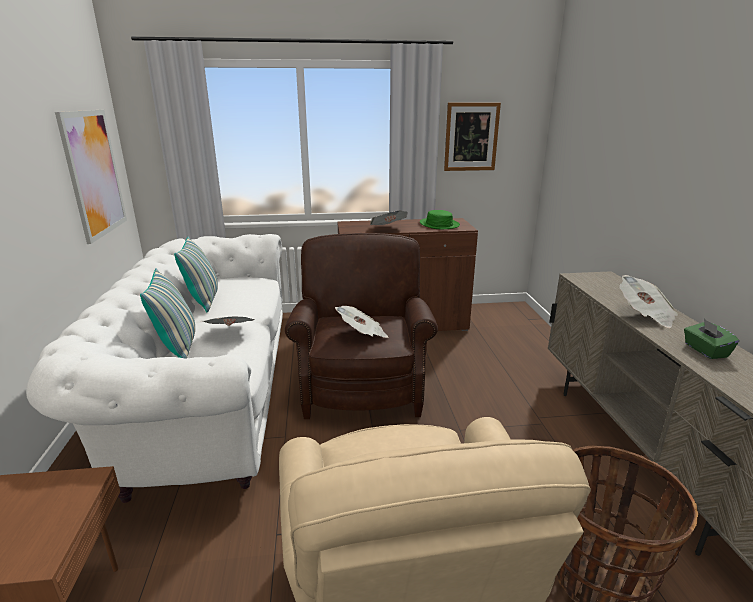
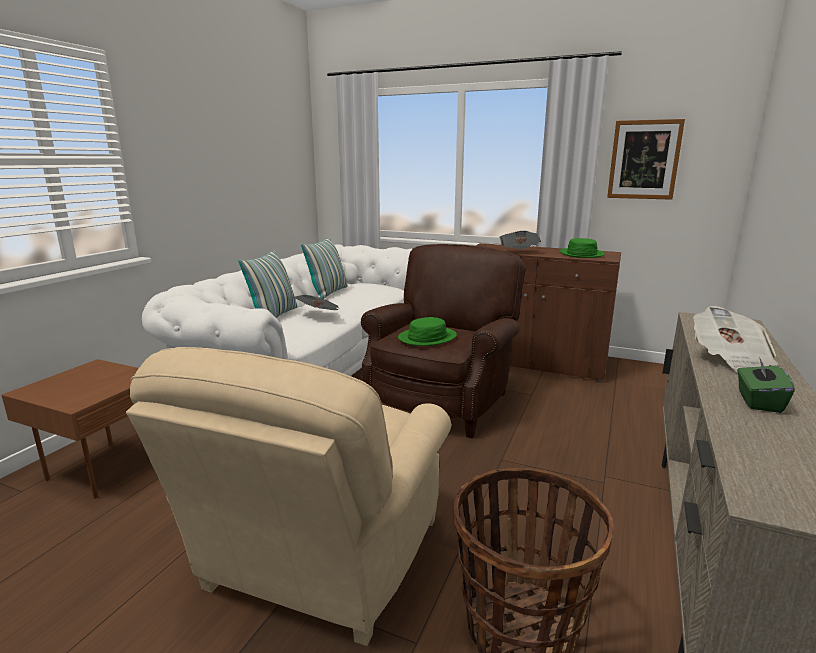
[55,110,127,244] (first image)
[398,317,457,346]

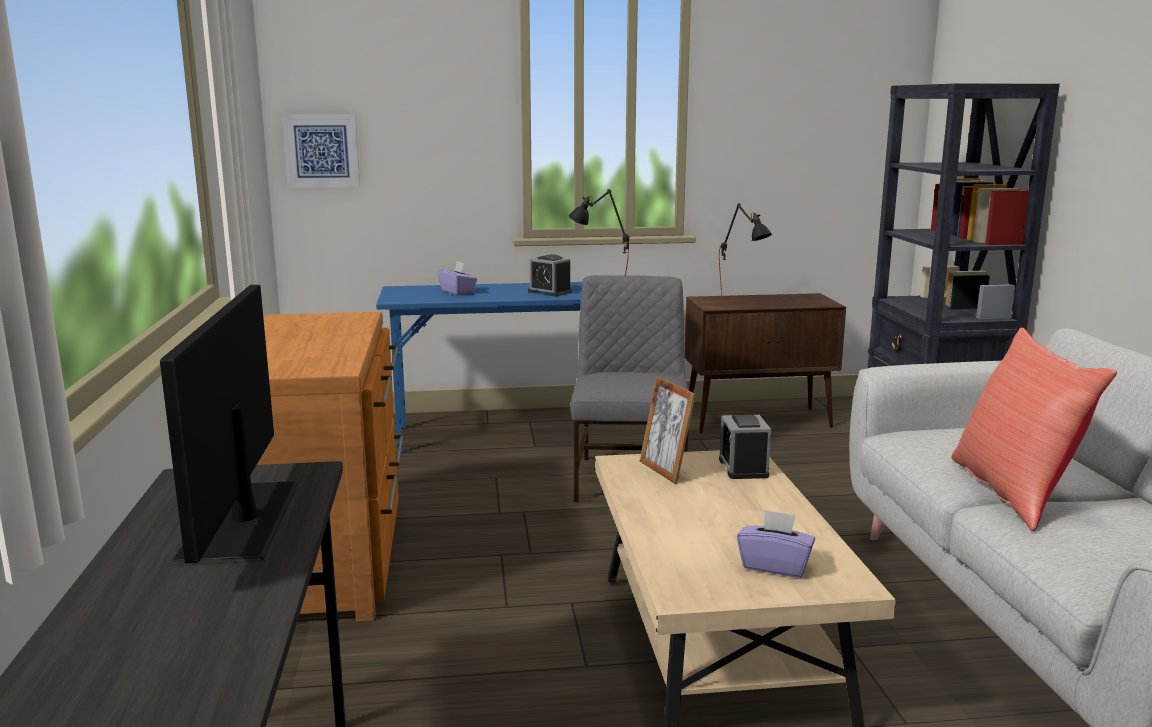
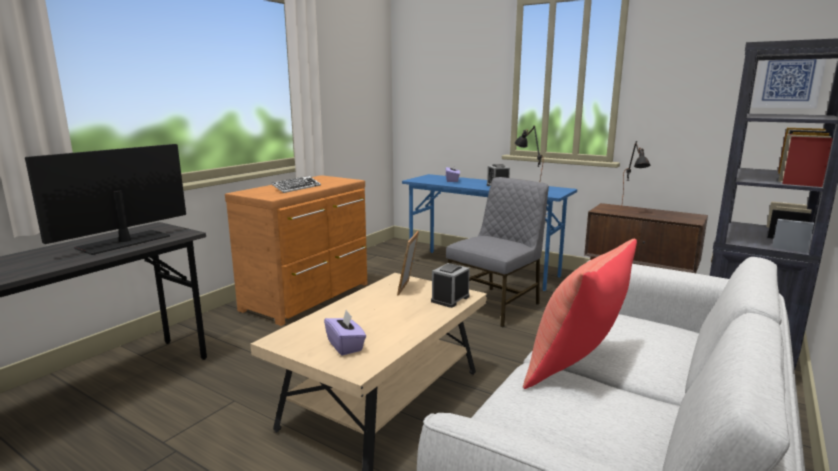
[271,176,321,193]
[752,59,826,109]

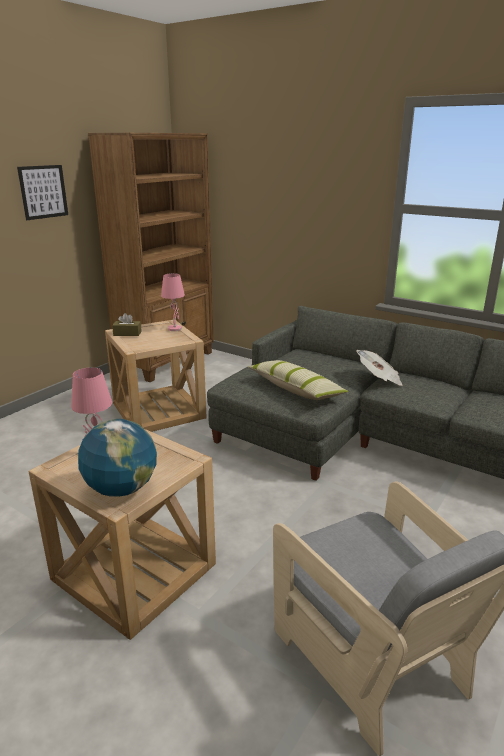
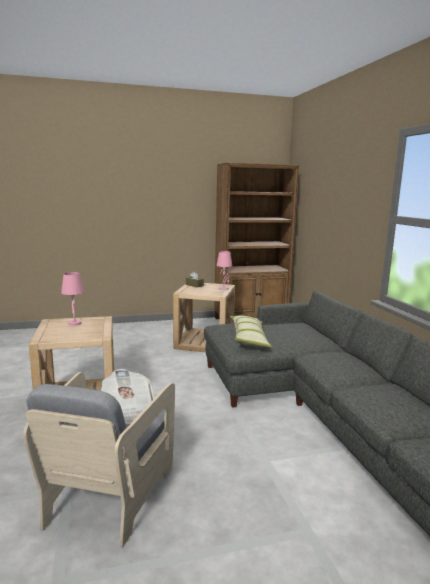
[17,165,68,220] (first image)
[78,419,157,497] (first image)
[101,369,154,424]

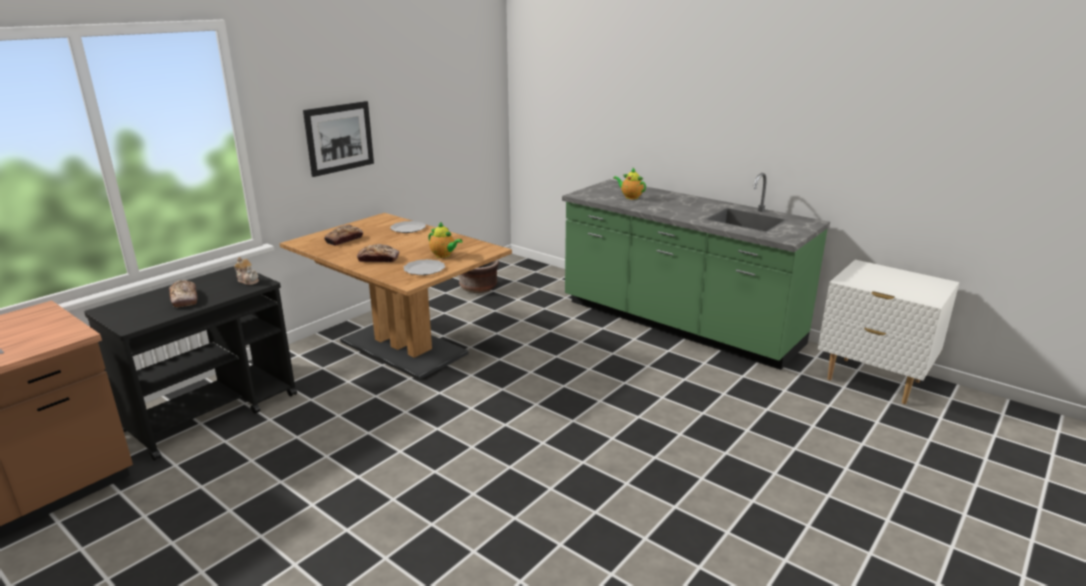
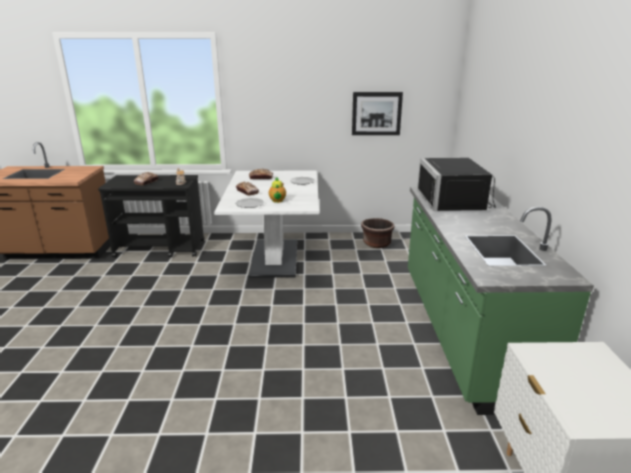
[352,92,403,135]
[417,158,496,211]
[214,170,319,278]

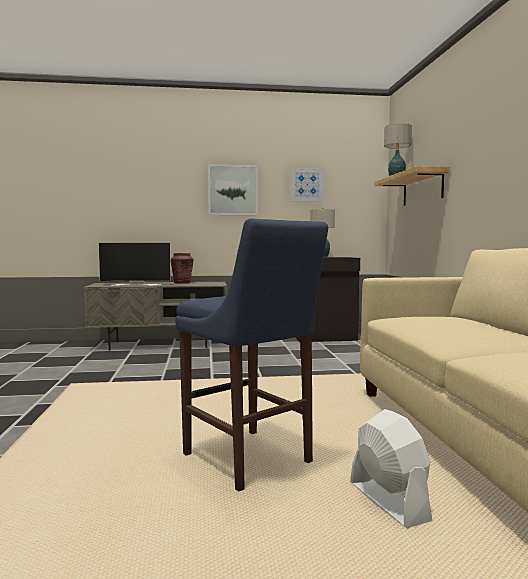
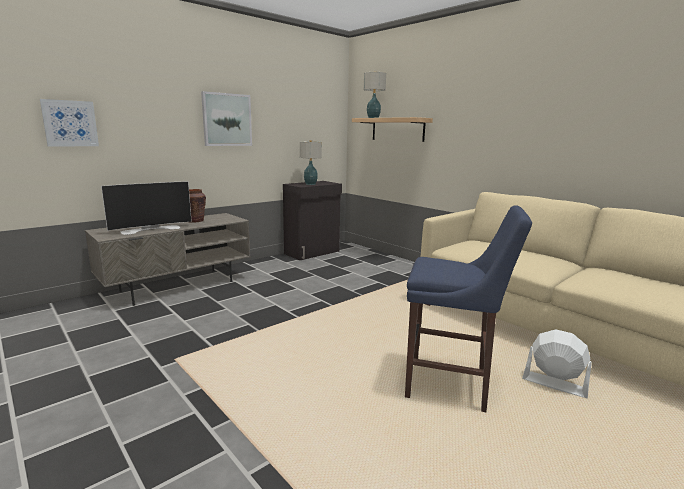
[40,99,99,147]

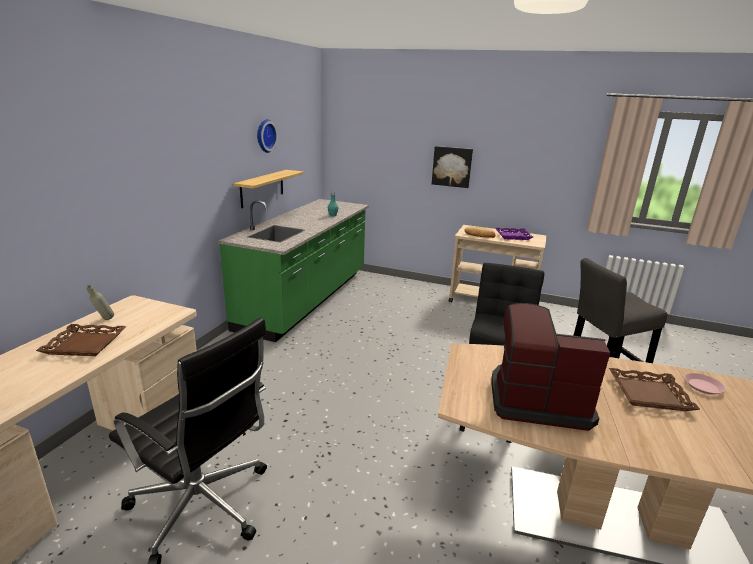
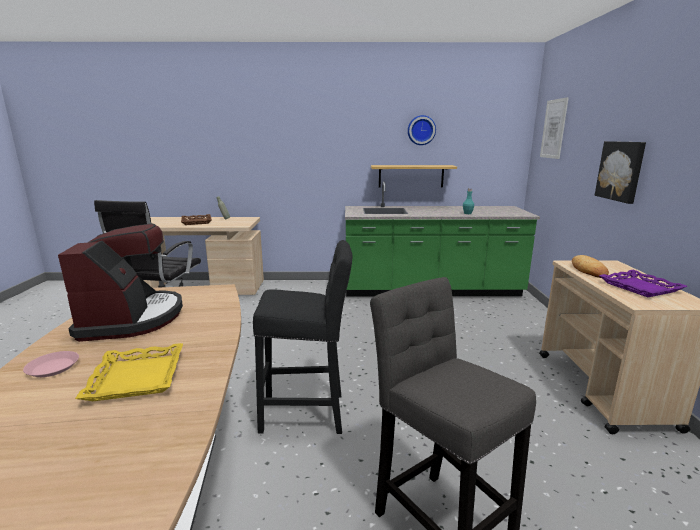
[540,97,569,159]
[23,351,79,377]
[75,343,183,401]

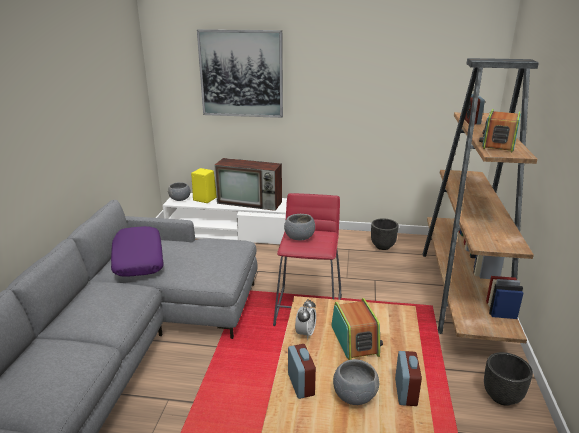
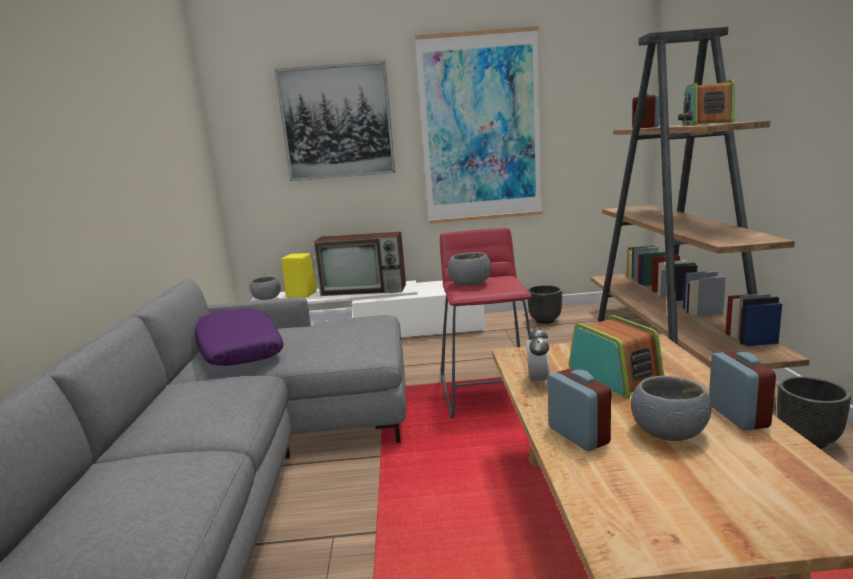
[415,26,543,224]

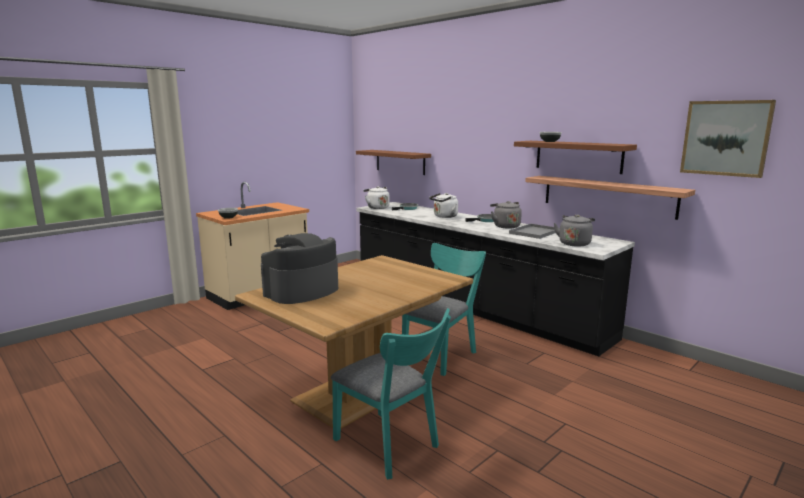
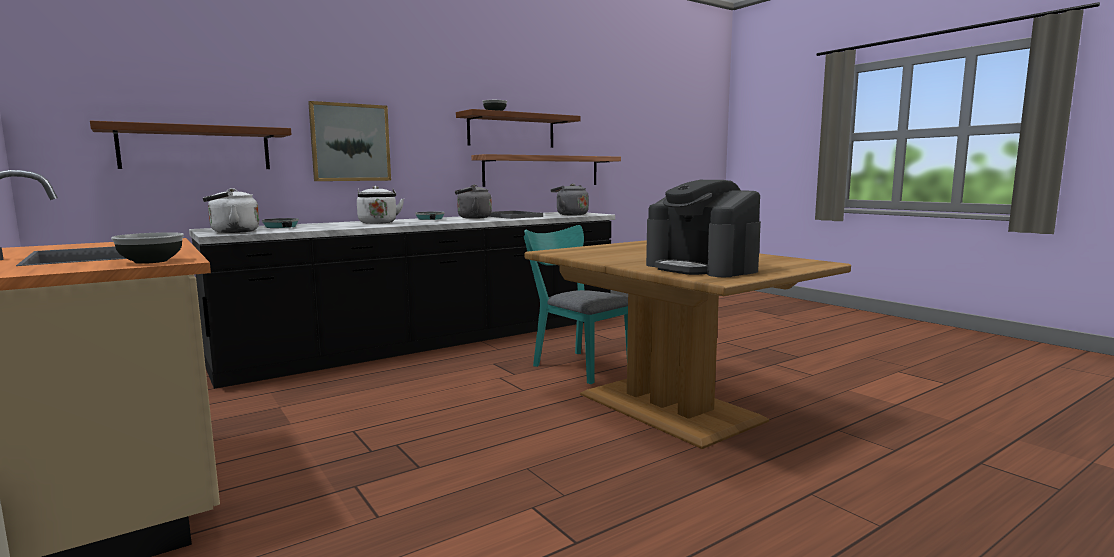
[331,308,451,480] (first image)
[308,101,391,181]

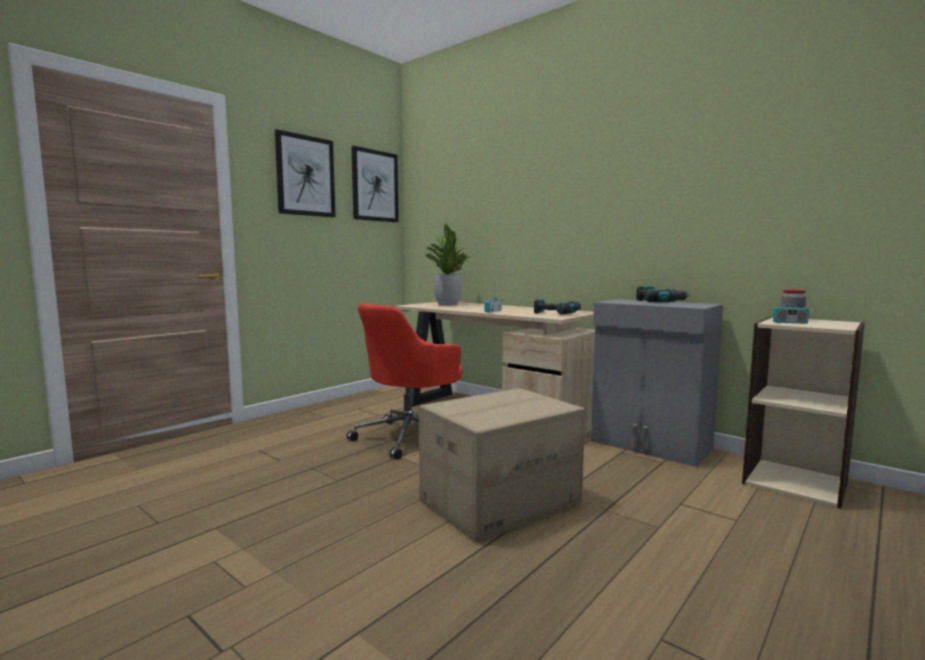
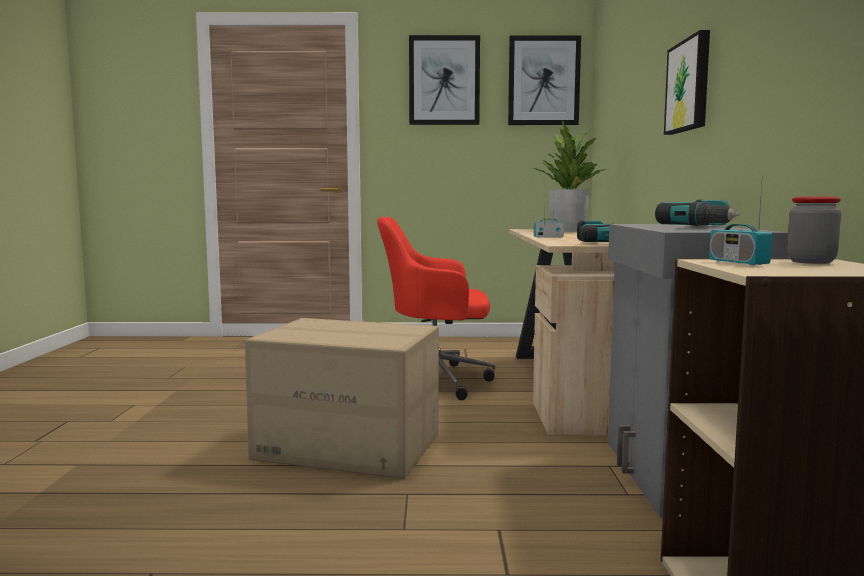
[664,30,710,135]

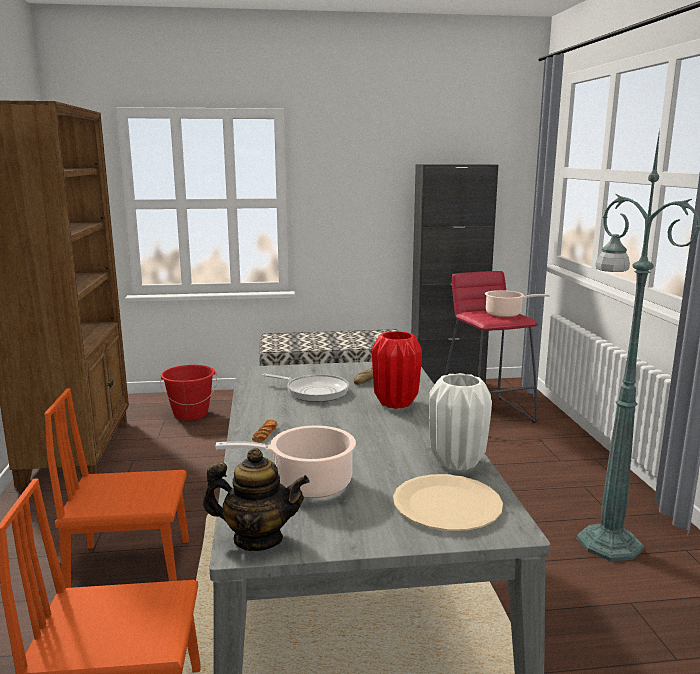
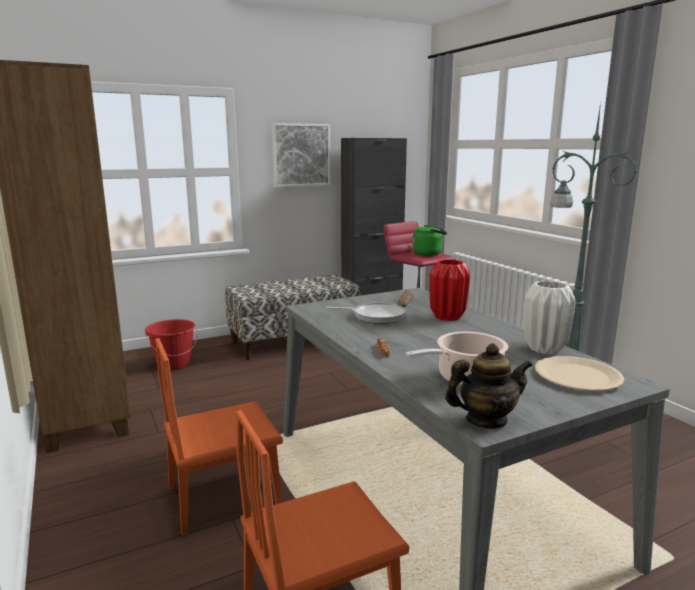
[272,123,331,187]
[412,225,447,256]

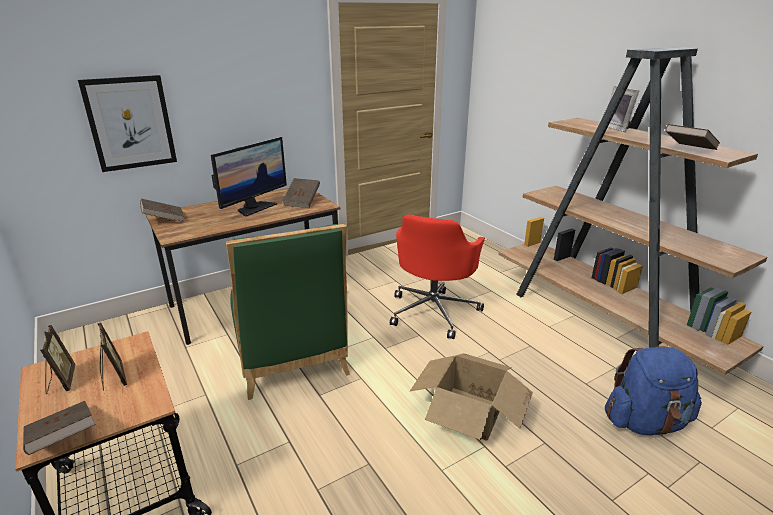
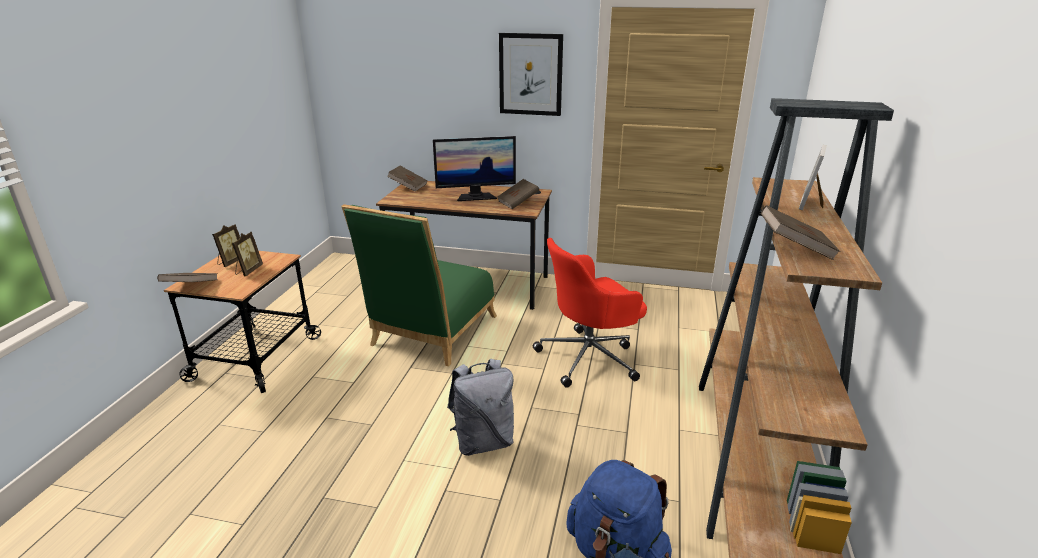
[499,33,563,116]
[447,359,514,456]

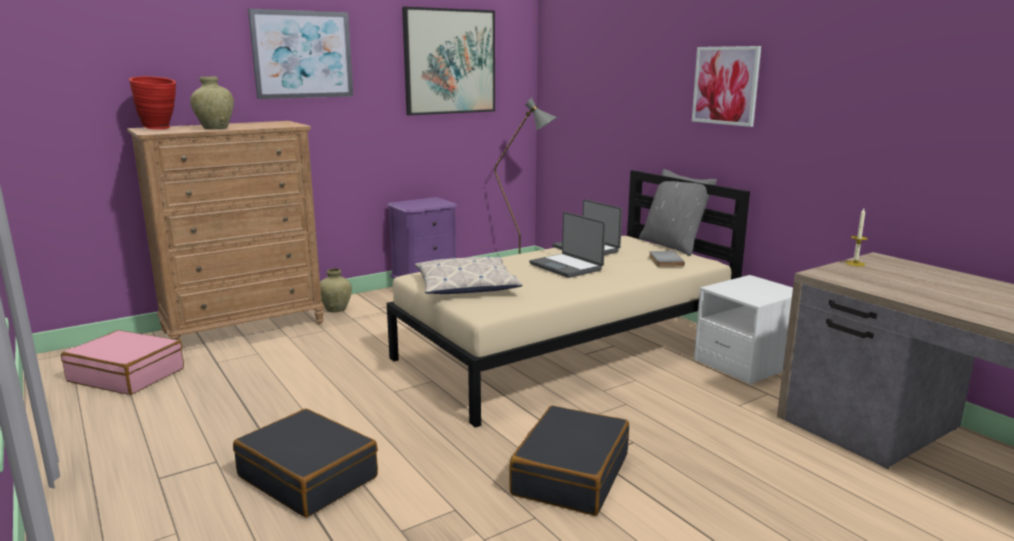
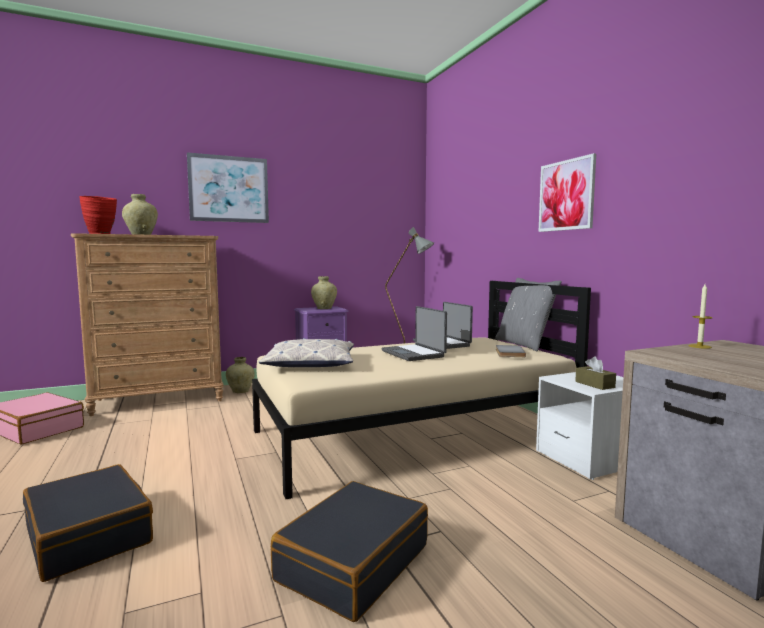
[402,7,495,115] (first image)
[311,276,337,309]
[575,357,616,390]

